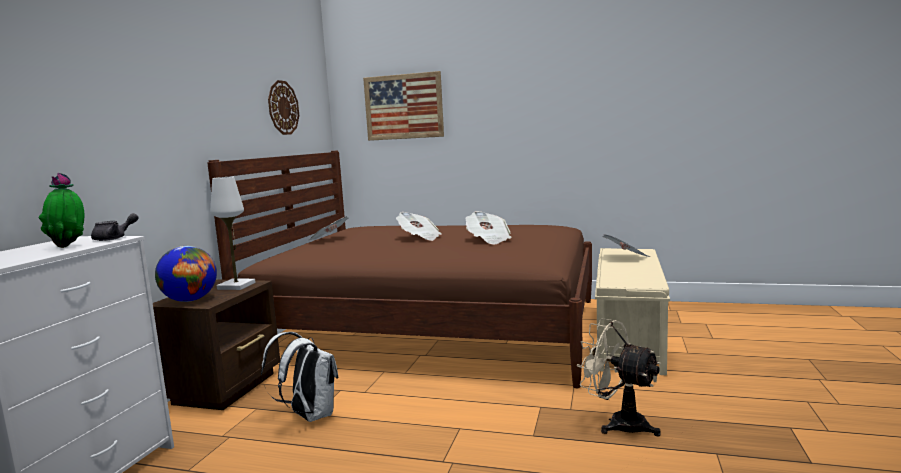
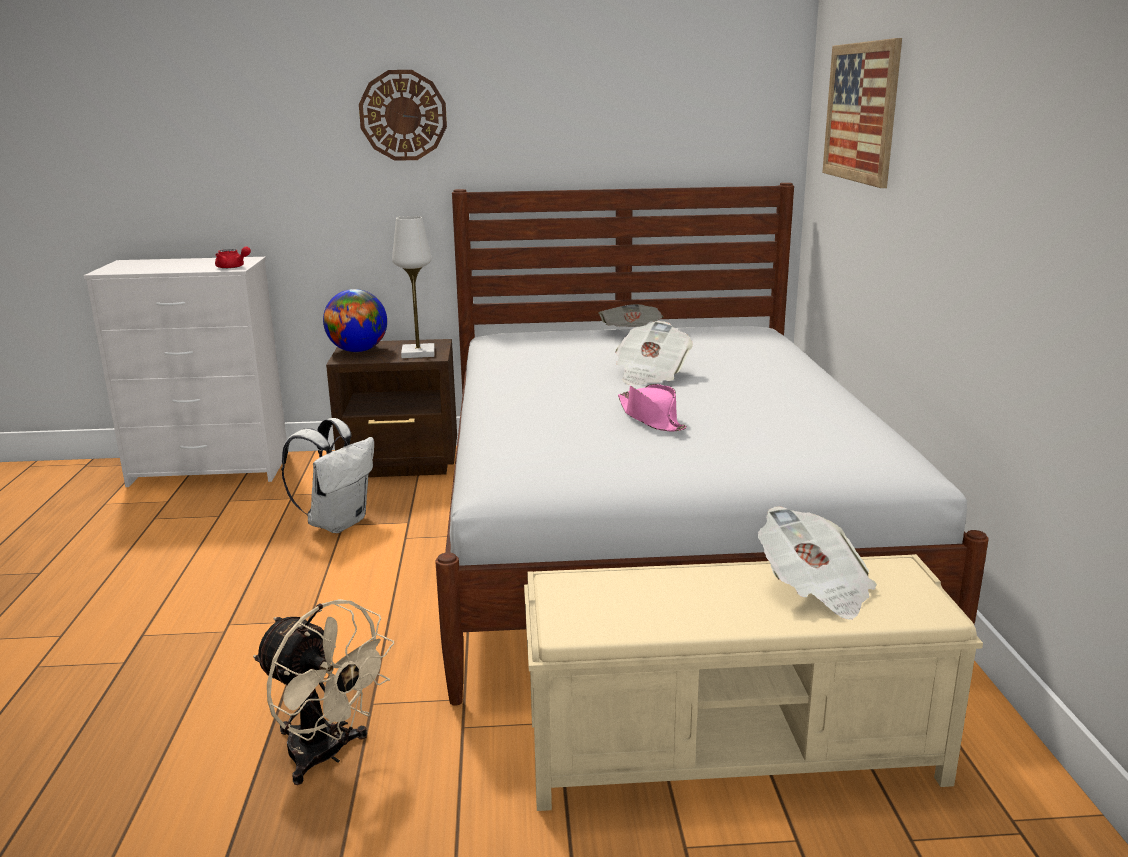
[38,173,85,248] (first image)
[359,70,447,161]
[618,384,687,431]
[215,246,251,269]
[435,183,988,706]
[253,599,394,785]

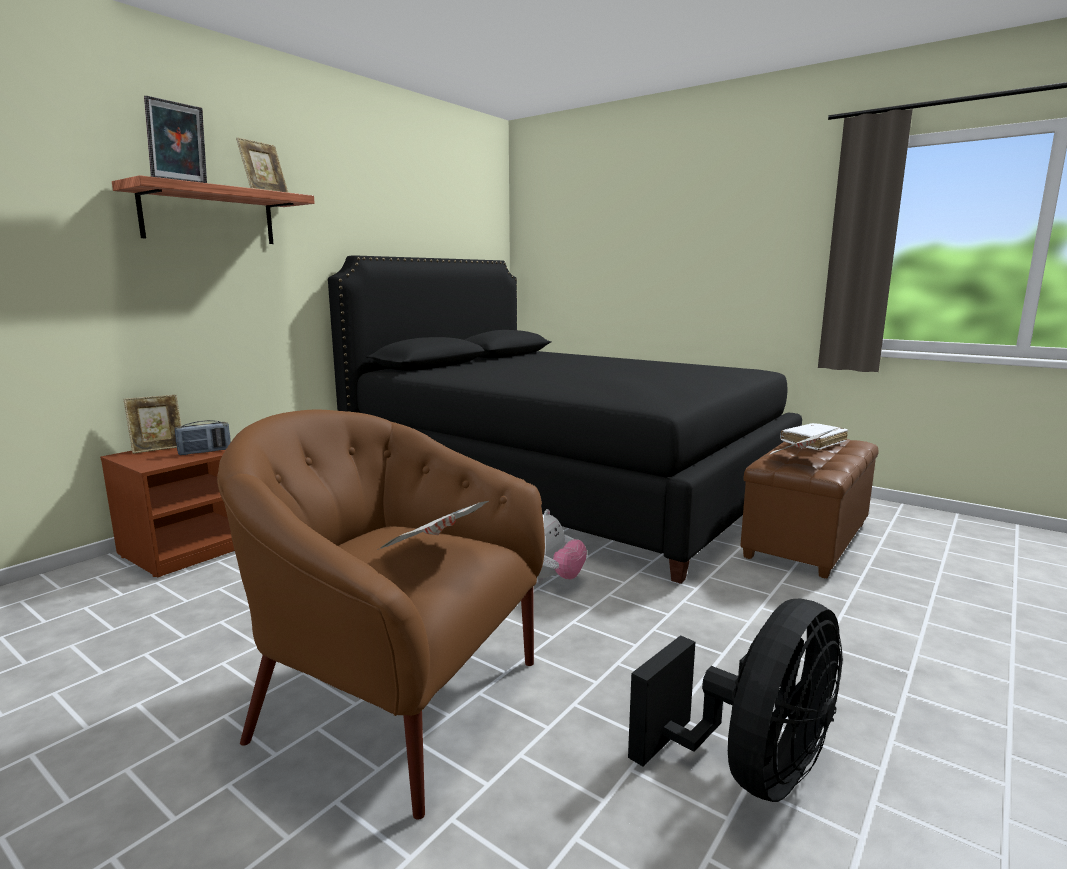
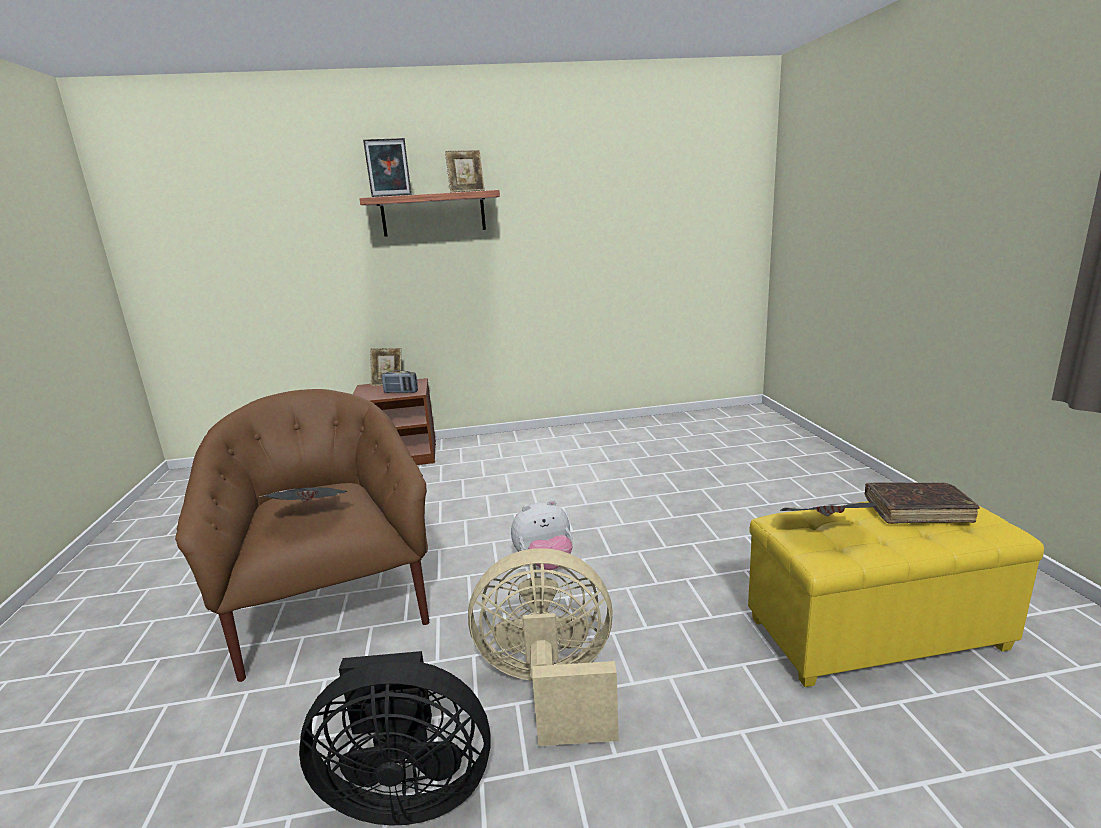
[328,255,802,584] (first image)
[468,548,619,746]
[748,501,1044,687]
[865,482,980,524]

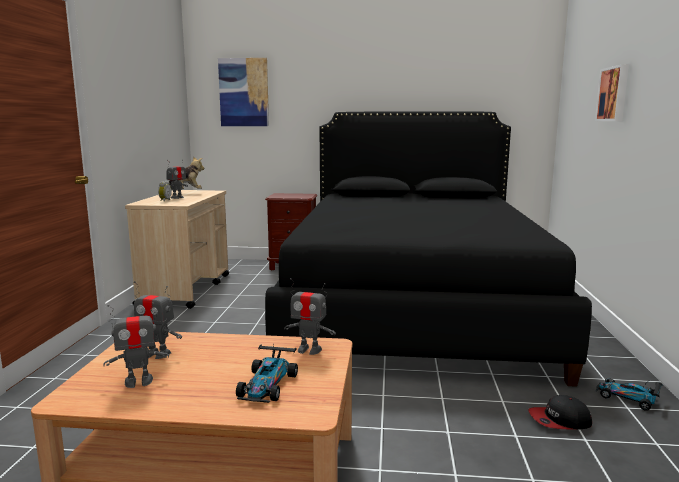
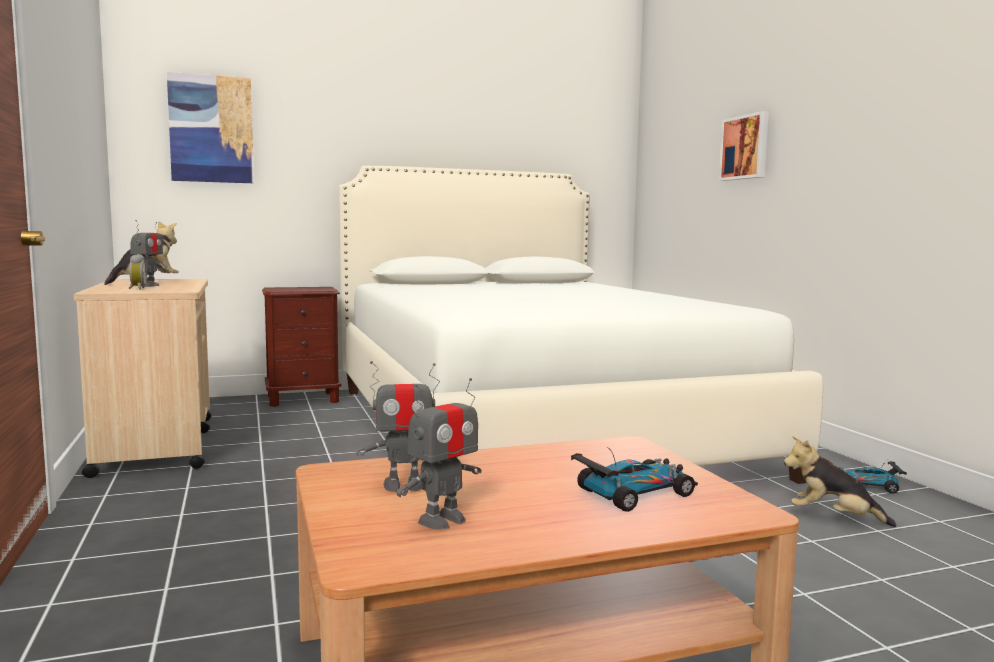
[284,278,336,355] (first image)
[784,436,896,527]
[339,166,823,484]
[571,447,698,512]

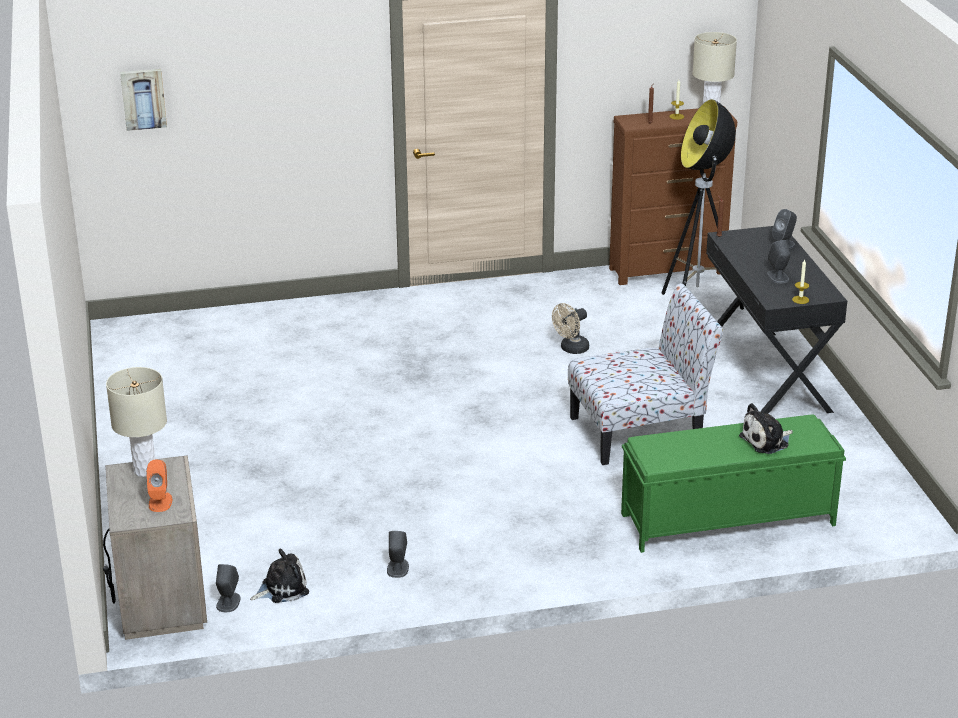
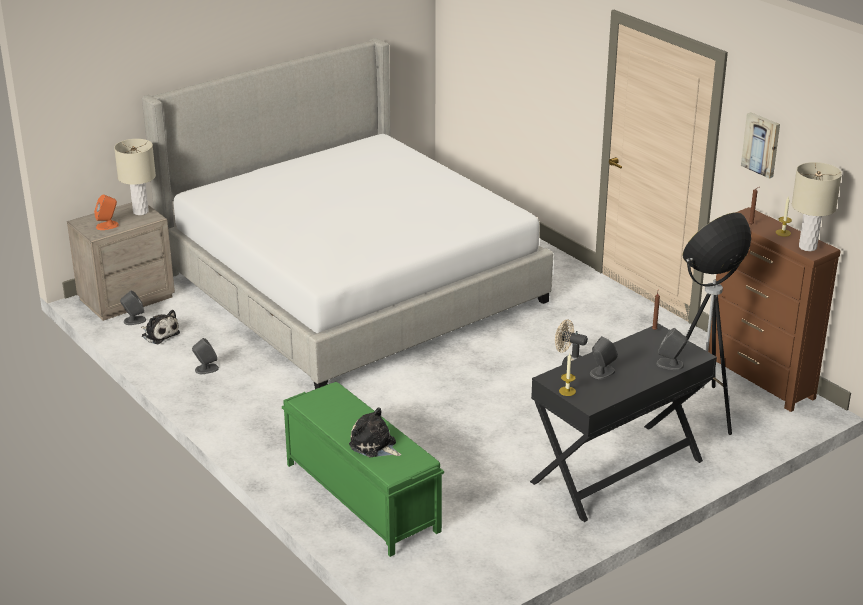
[568,283,723,465] (first image)
[142,38,553,389]
[741,112,780,179]

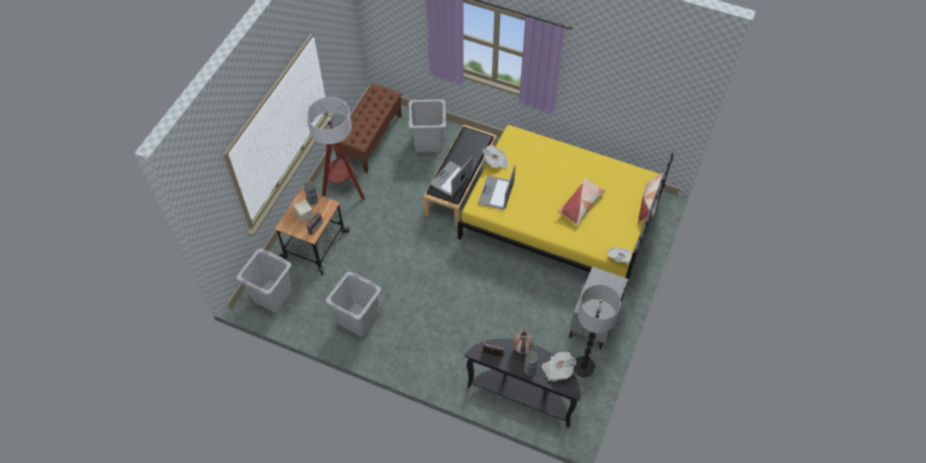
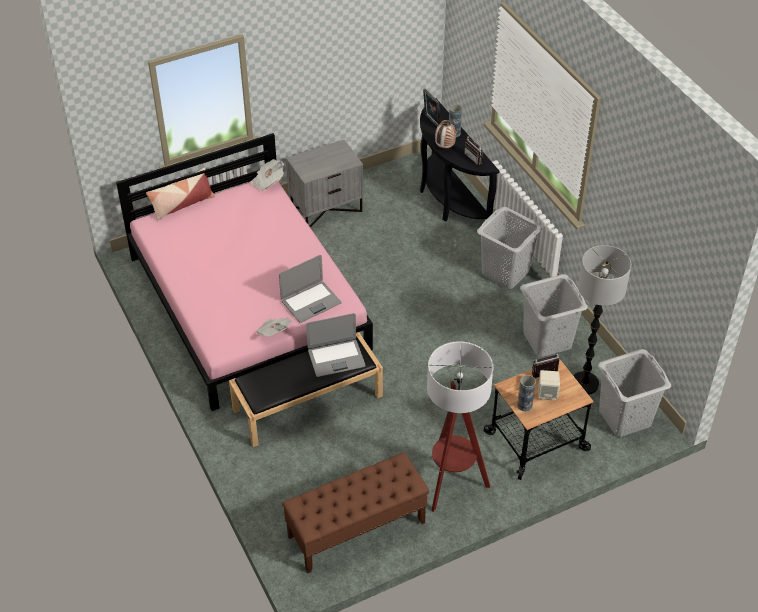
[557,178,606,226] (first image)
[477,207,542,289]
[573,245,631,395]
[423,89,440,126]
[116,133,373,411]

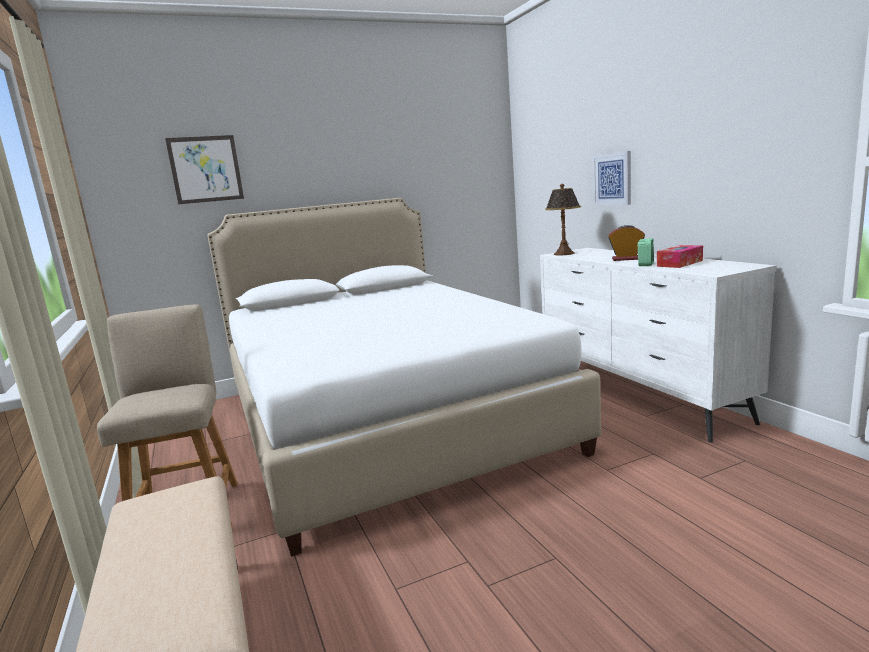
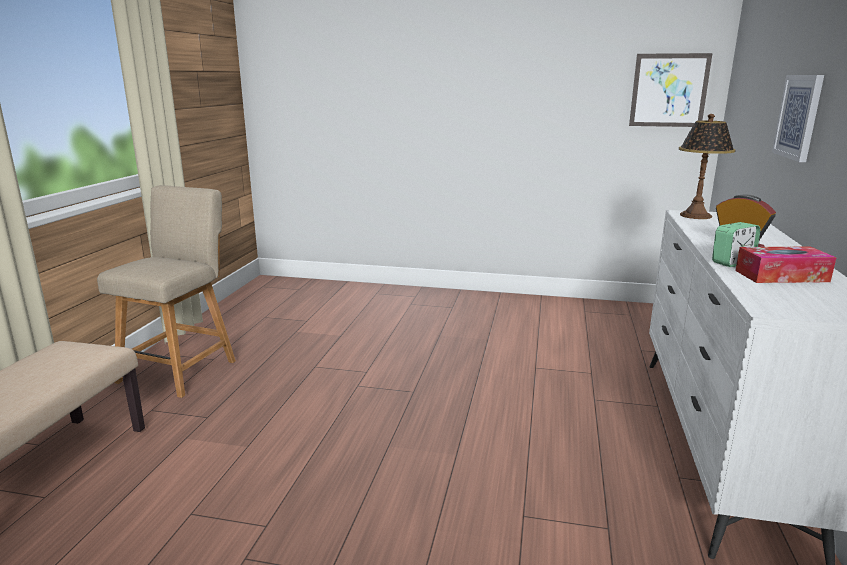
[207,198,601,557] (first image)
[629,53,713,127]

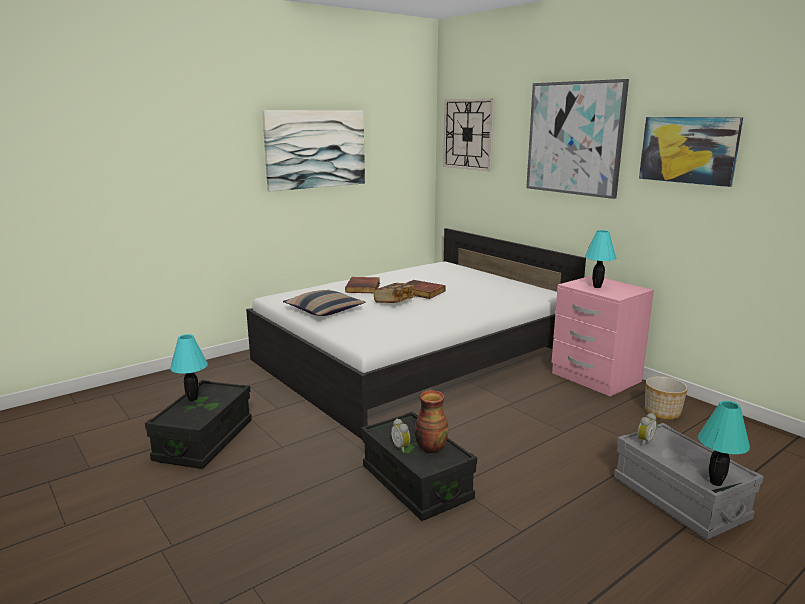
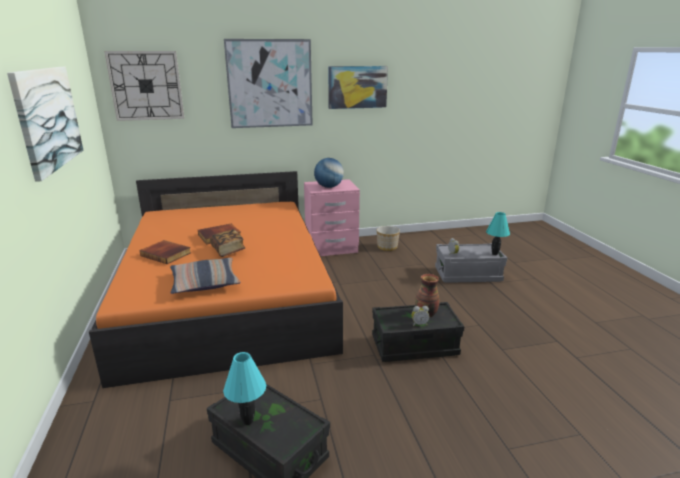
[314,158,344,188]
[89,171,343,388]

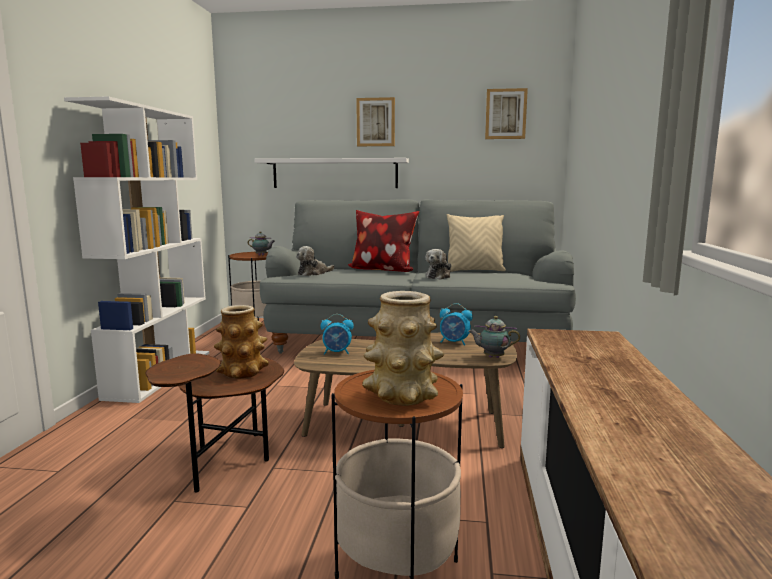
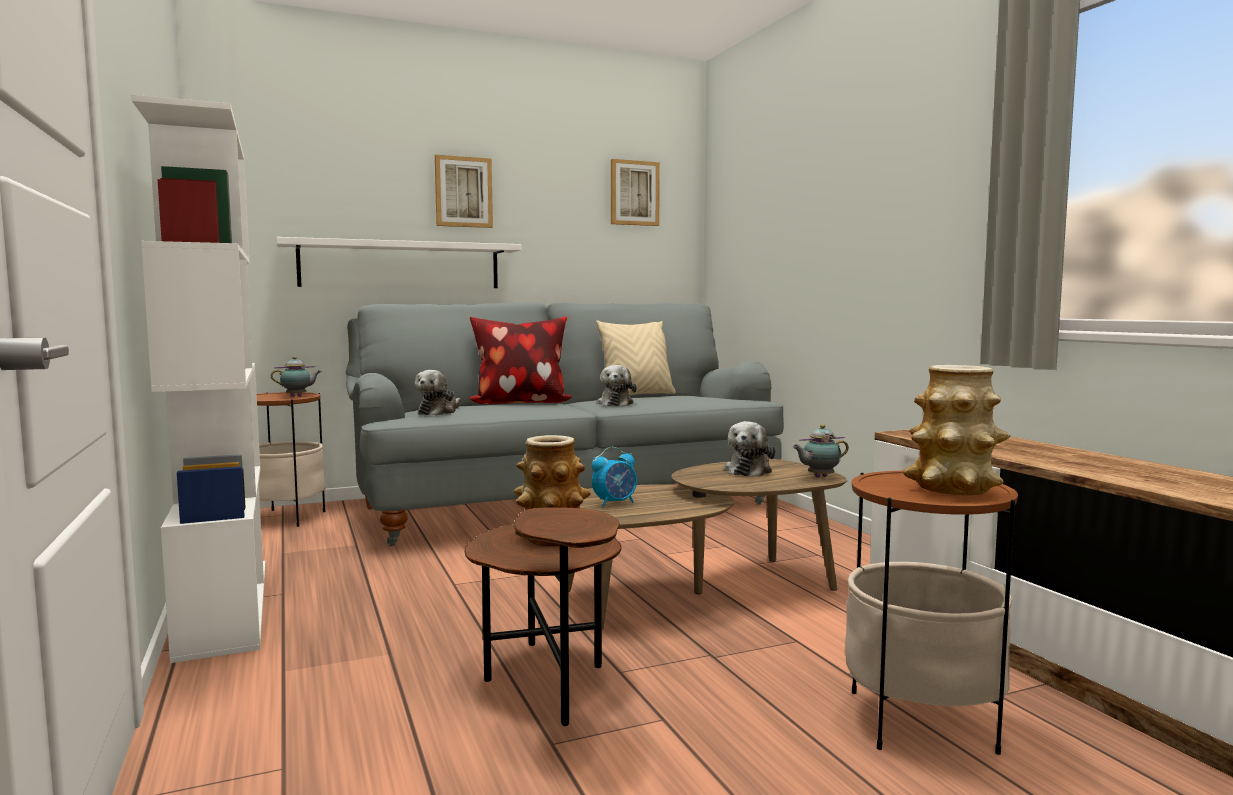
[724,421,776,477]

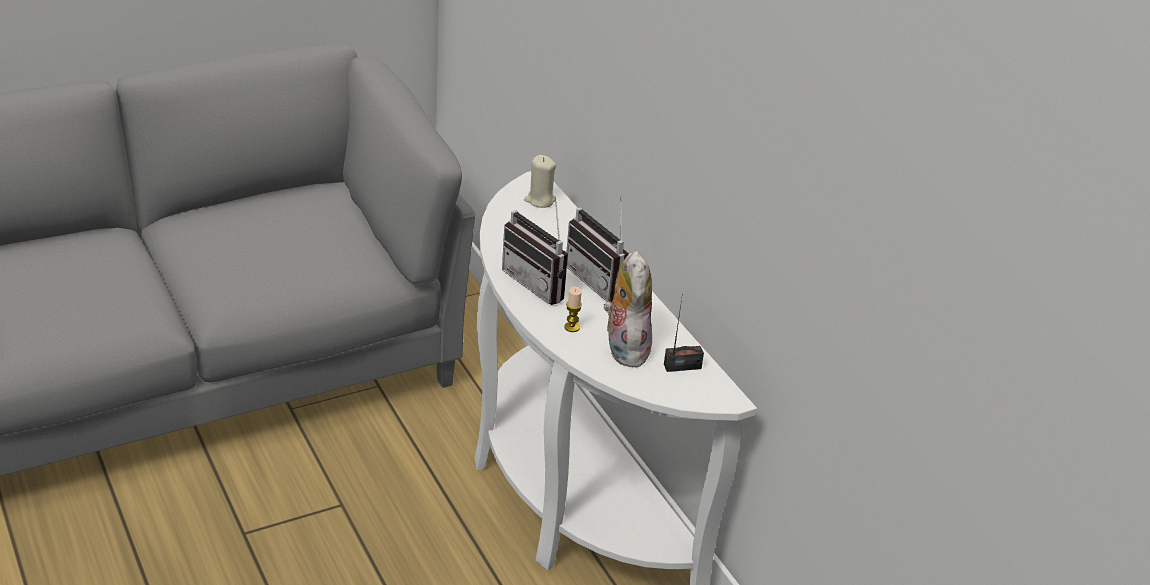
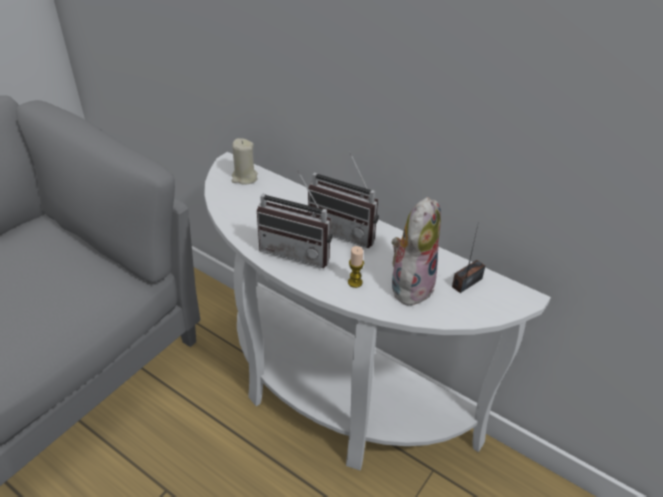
[392,197,441,307]

